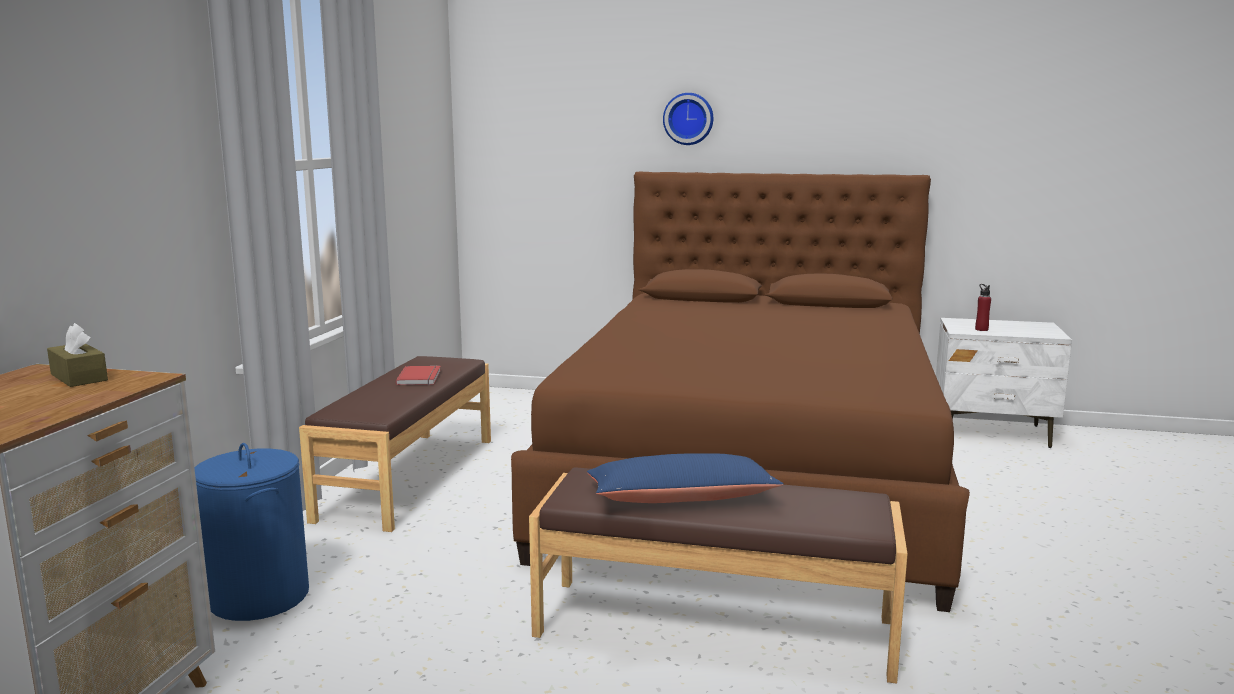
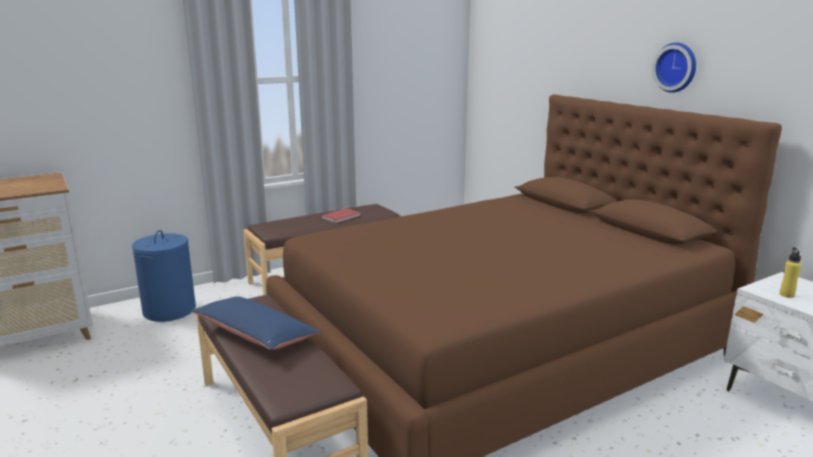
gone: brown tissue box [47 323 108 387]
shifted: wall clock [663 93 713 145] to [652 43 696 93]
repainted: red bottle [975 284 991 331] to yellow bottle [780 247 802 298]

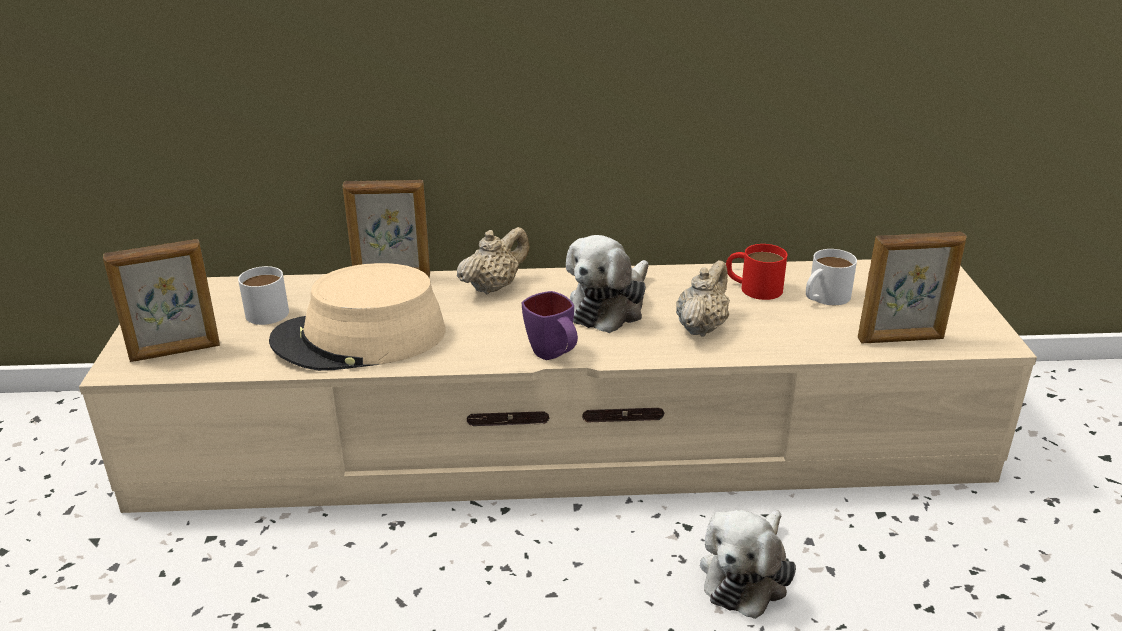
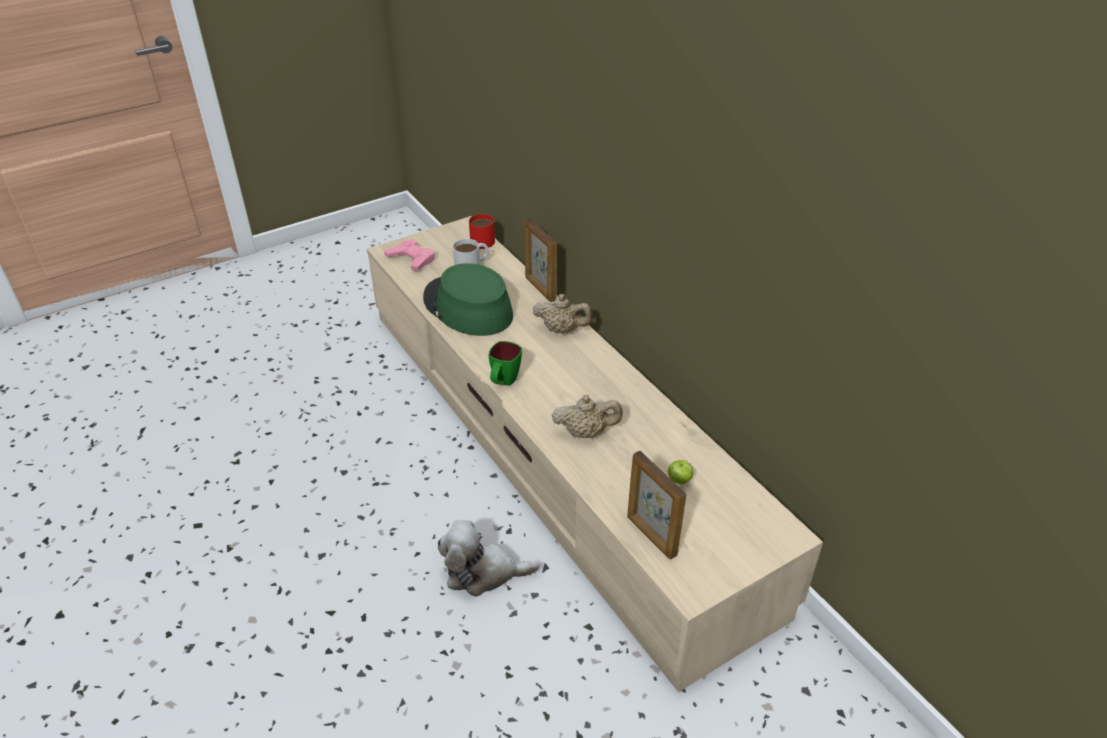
gone: plush toy [566 235 649 333]
shifted: red mug [726 244 787 300] to [469 214 495 249]
swapped: picture frame [103 239 220 362] to pink game controller [384 239 434 271]; white mug [806 249 857 305] to apple [668 460 693 484]
repainted: beige hat [269 263 445 371] to green hat [423 263 513 336]; purple mug [522 291 578 360] to green mug [489 341 522 386]

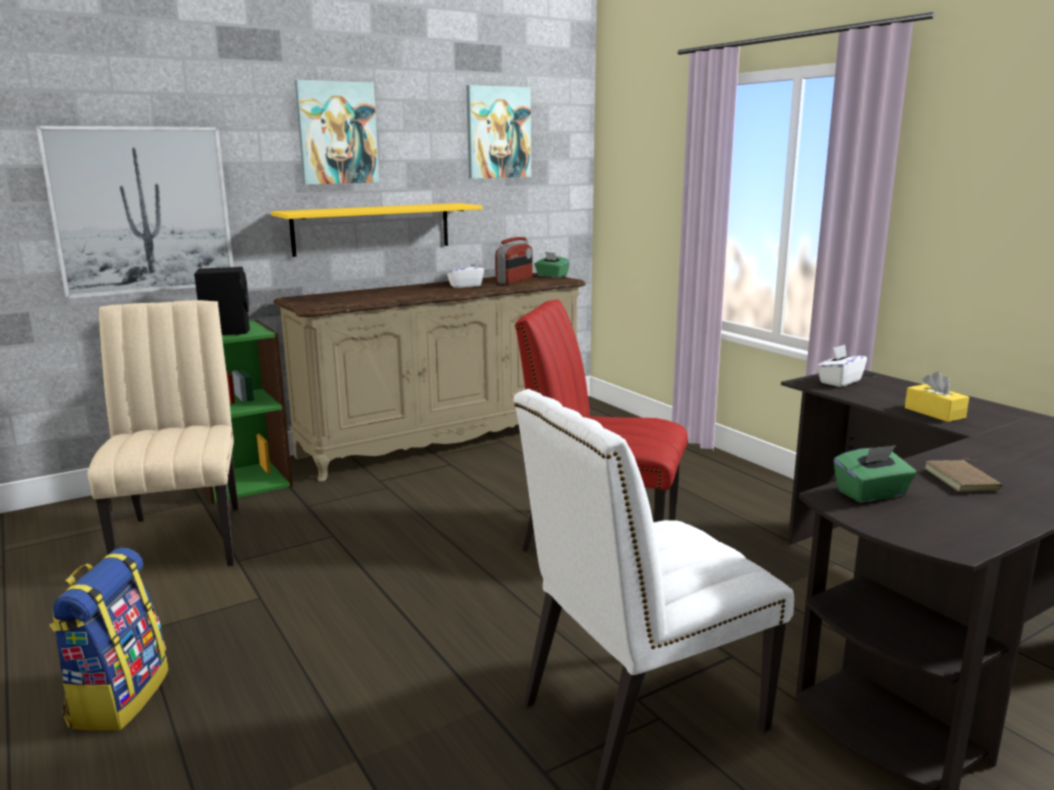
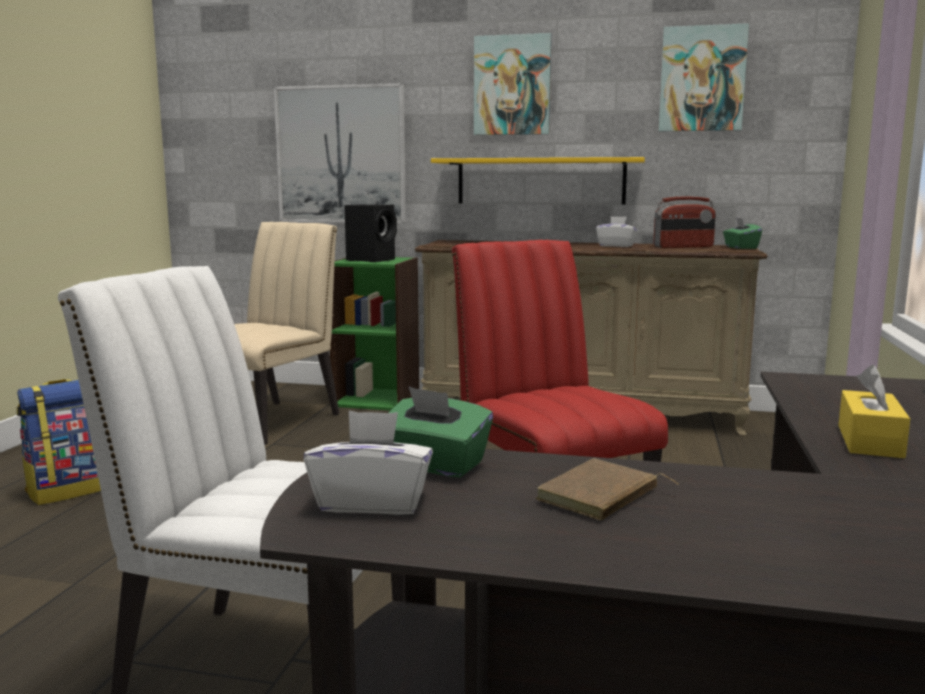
shifted: white tissue box [817 345 867 387] to [304 411 433 515]

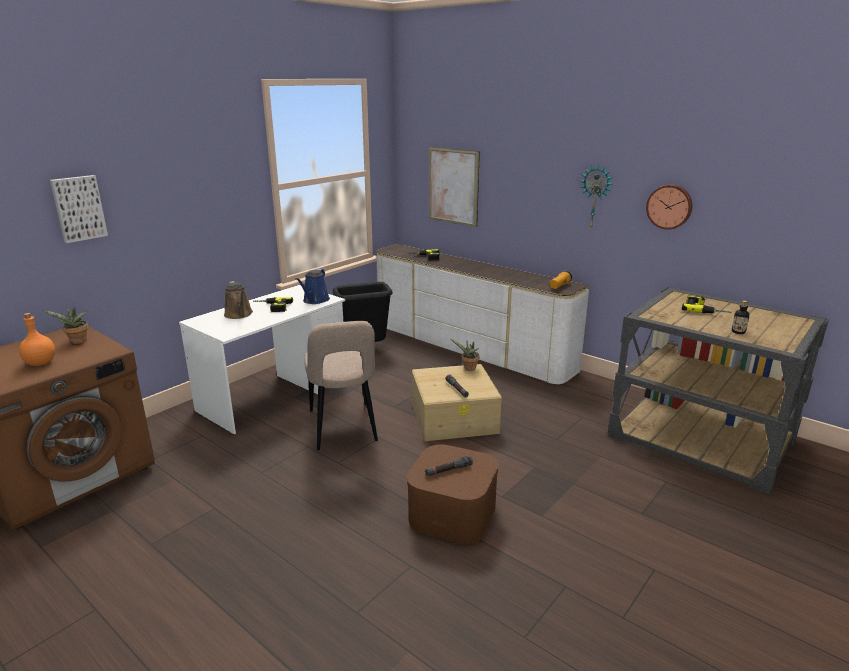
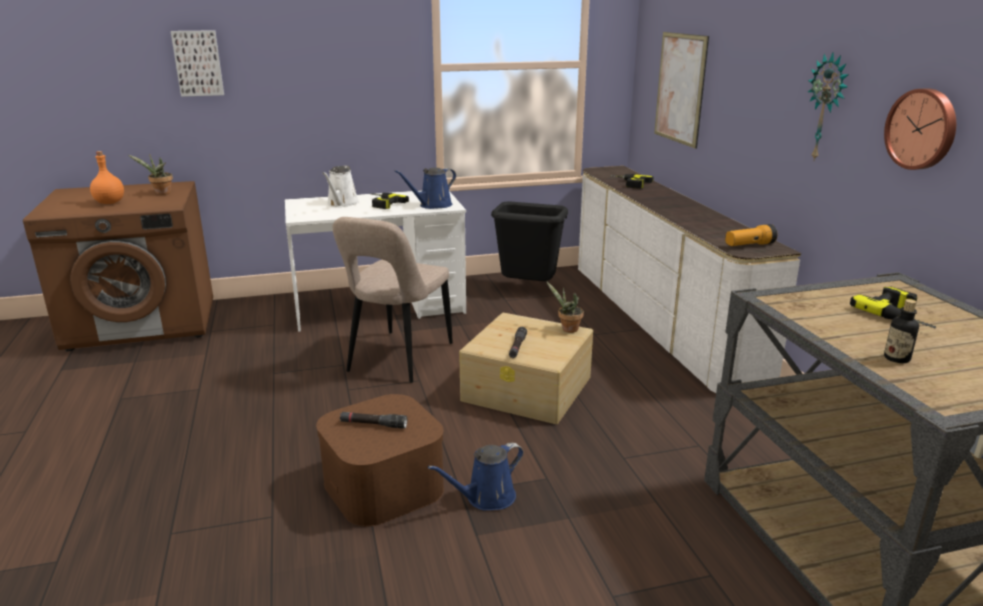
new: blue watering can [428 443 523 510]
repainted: brown watering can [224 281 253 319] to white watering can [322 166 359 207]

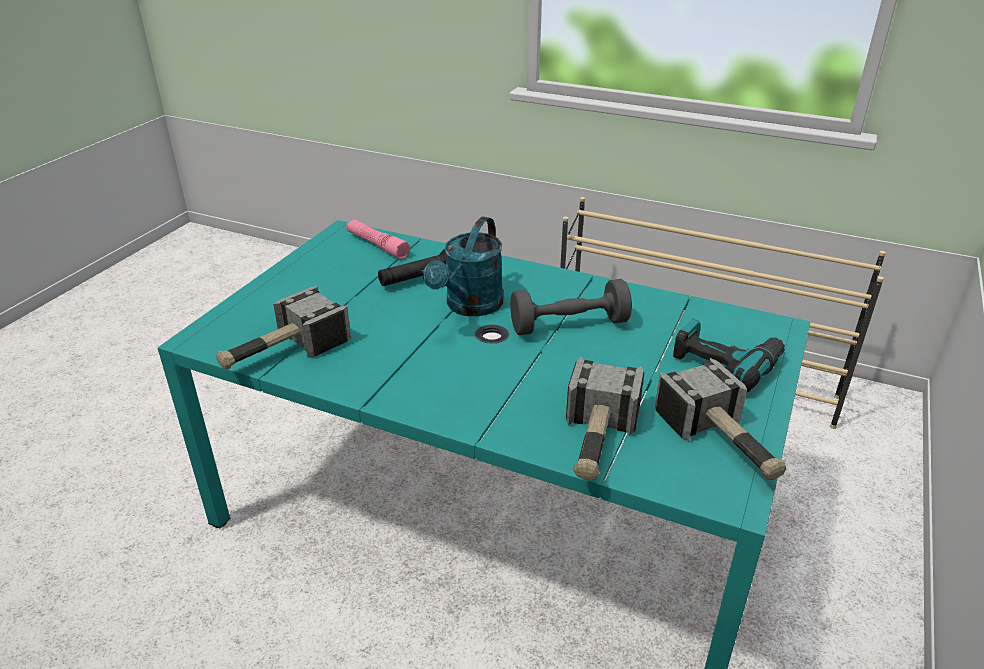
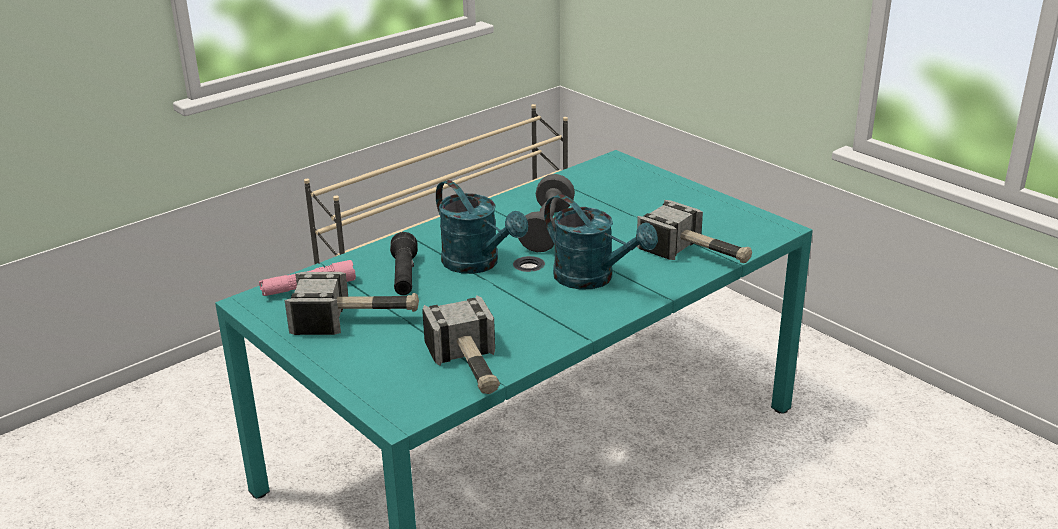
gone: power drill [673 318 785 392]
new: turquoise watering can [544 194 658 290]
shifted: hammer [655 358 786 480] to [285 272 419 335]

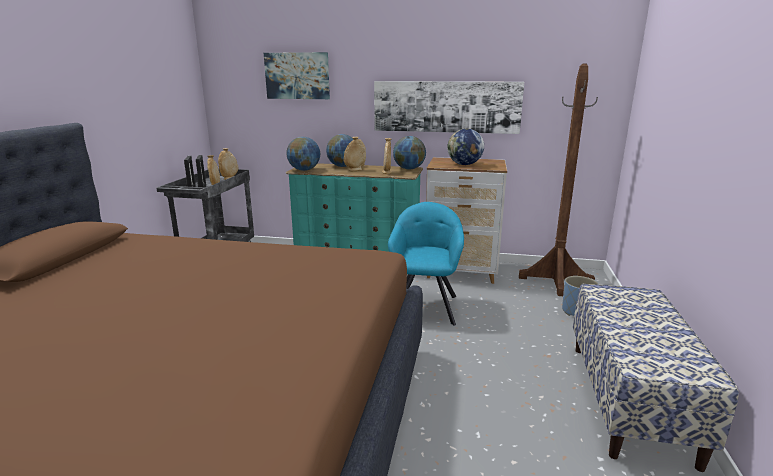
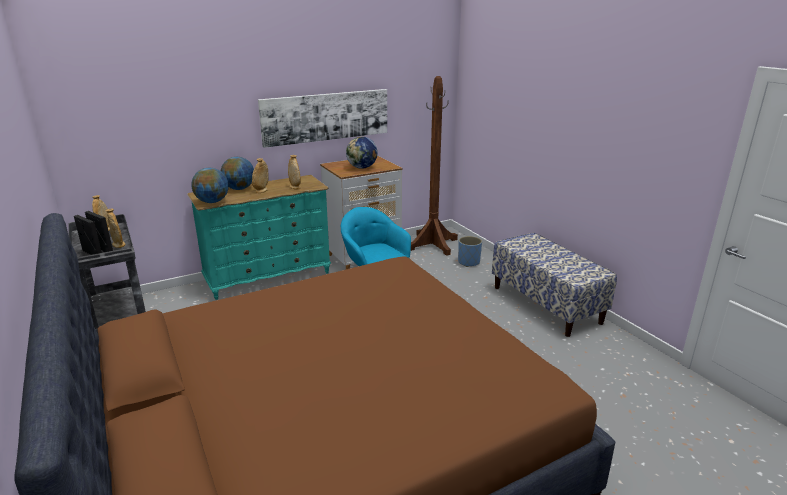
gone: picture [264 52 330 99]; globe [393 136 426 170]

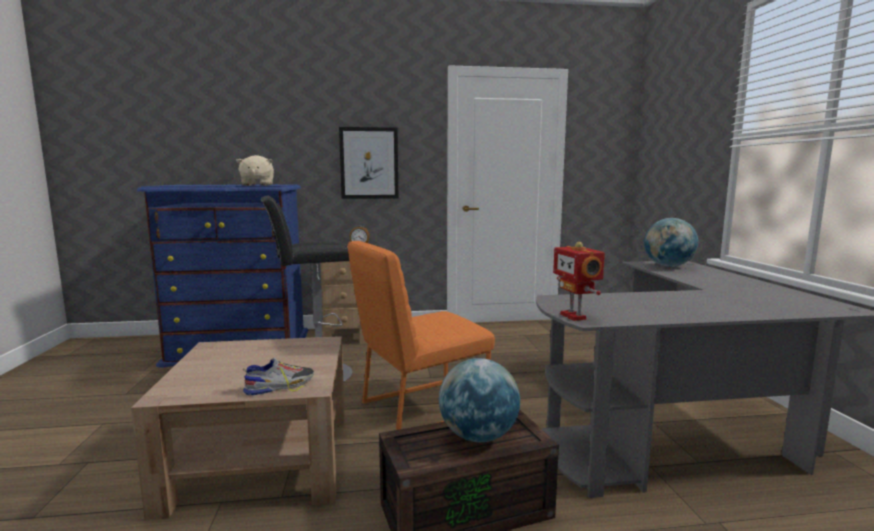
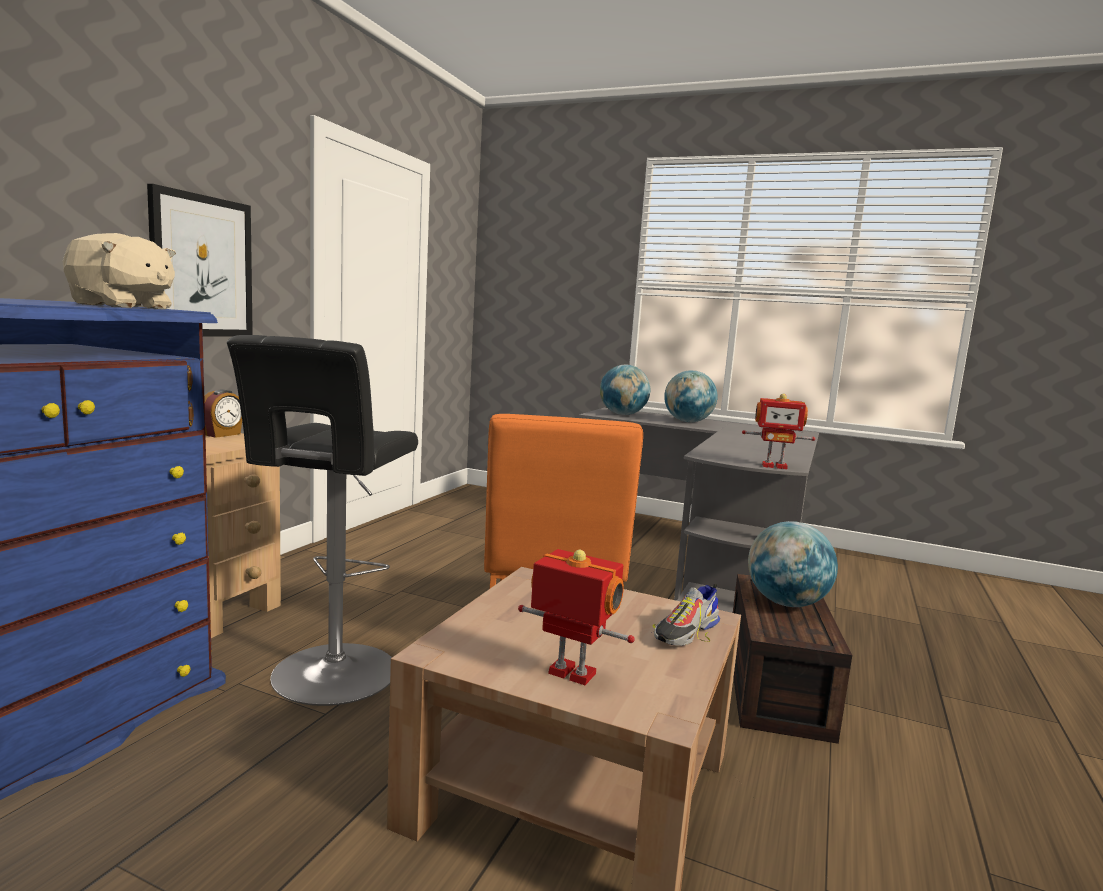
new: toy robot [518 549 635 685]; globe [664 370 717 423]
rotated: shoe [243 357 314 395] = [650 584 720 646] 135 degrees counterclockwise

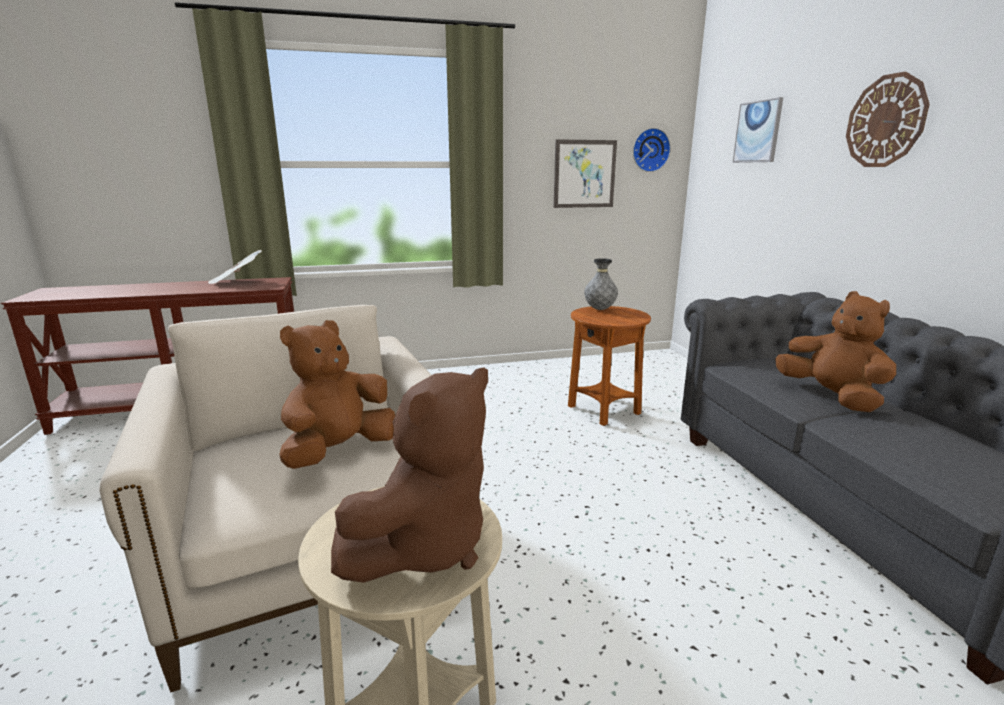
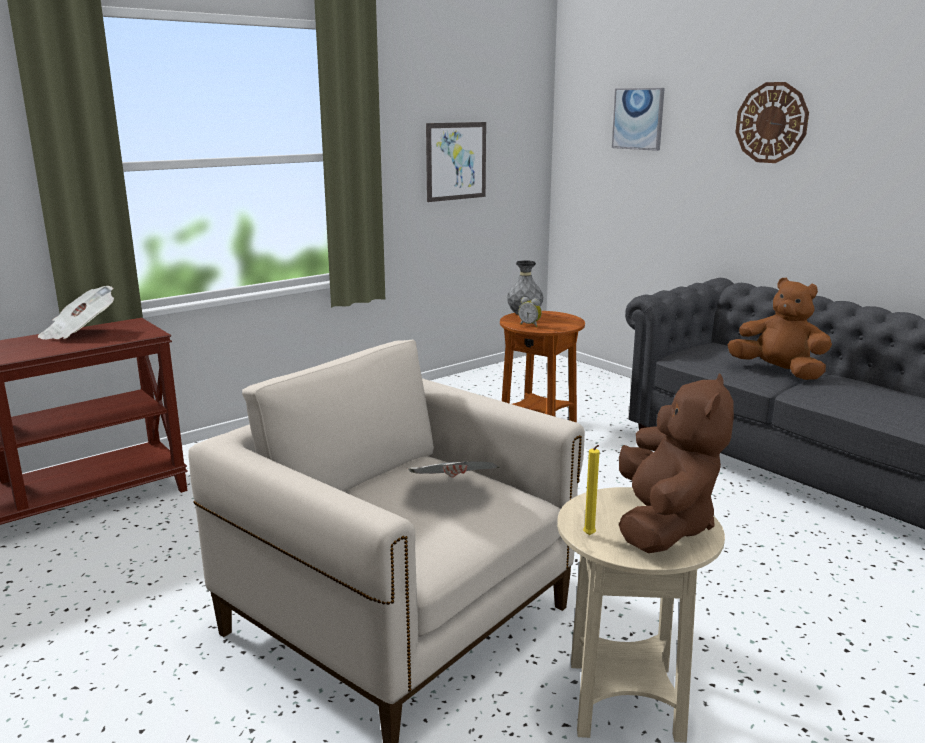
gone: wall clock [633 128 671 172]
new: alarm clock [518 297 542 327]; yellow candle [583 445 600 535]
swapped: brown plush toy [279 320 395 469] to newspaper [407 461 500 478]

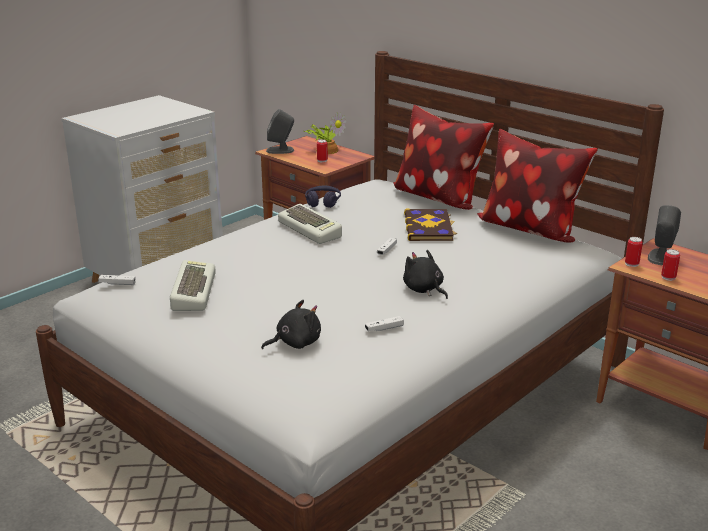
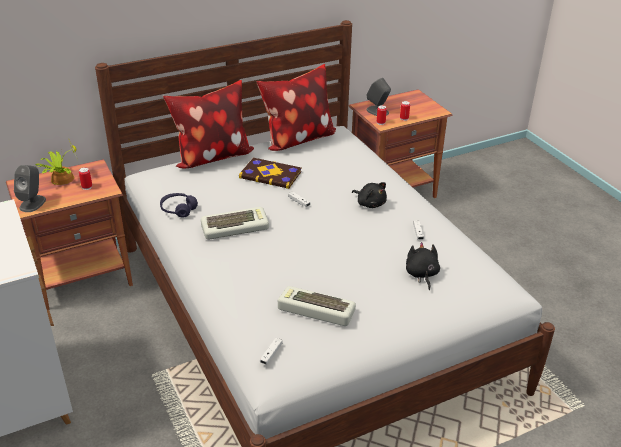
rotated: black plush toy [403 250 448 299] = [352 182 387 208] 120 degrees counterclockwise

